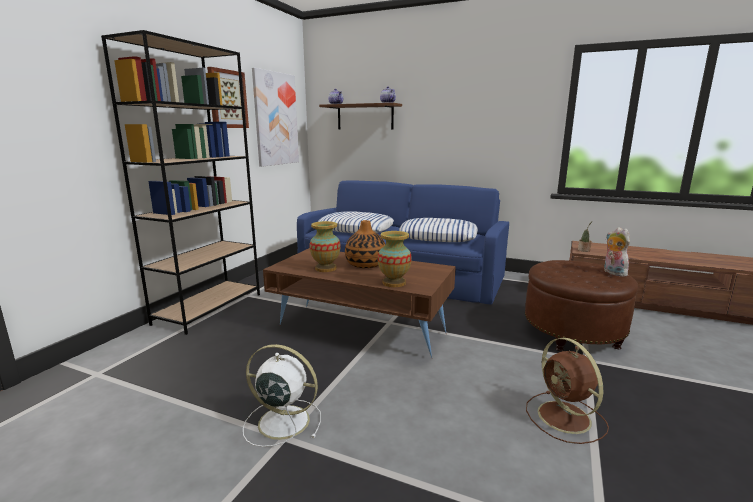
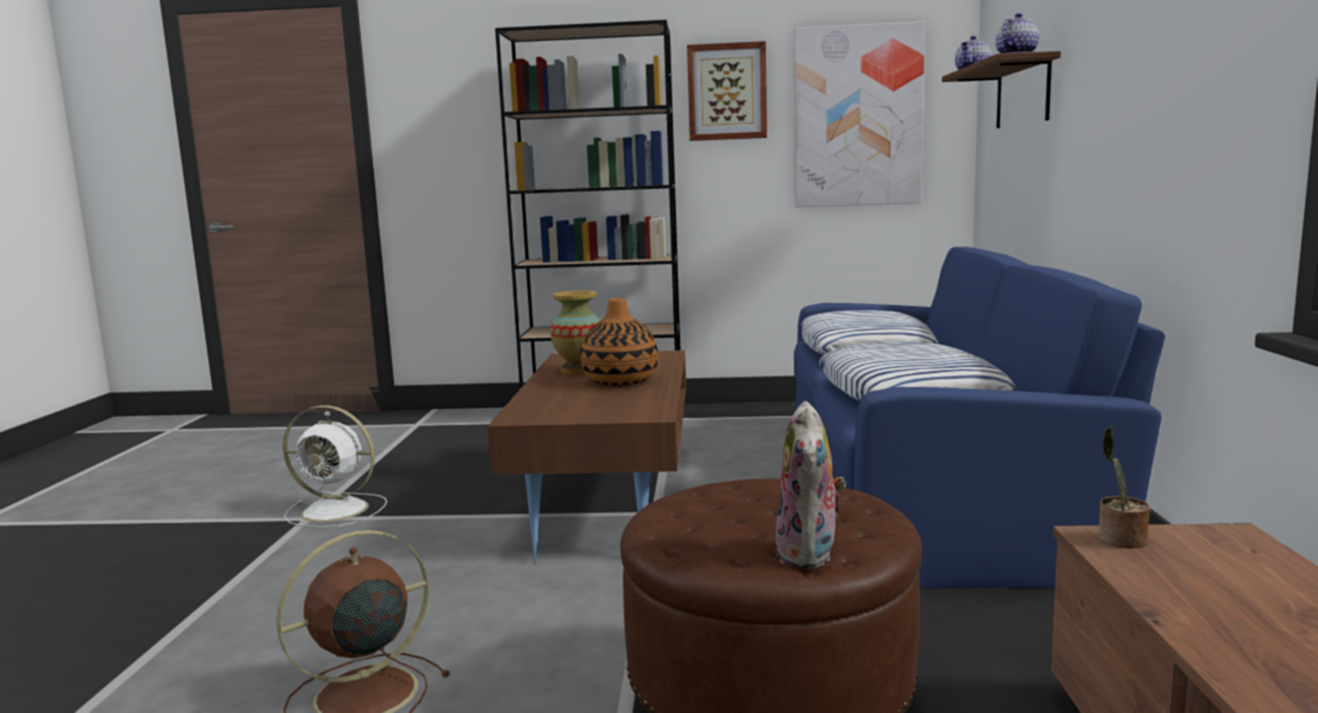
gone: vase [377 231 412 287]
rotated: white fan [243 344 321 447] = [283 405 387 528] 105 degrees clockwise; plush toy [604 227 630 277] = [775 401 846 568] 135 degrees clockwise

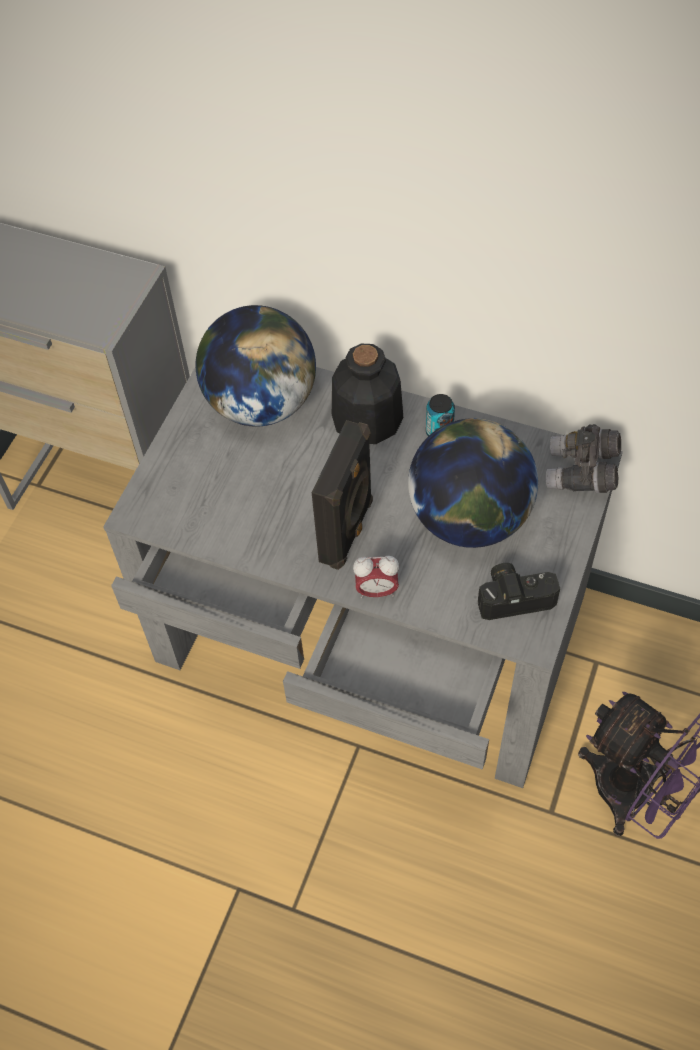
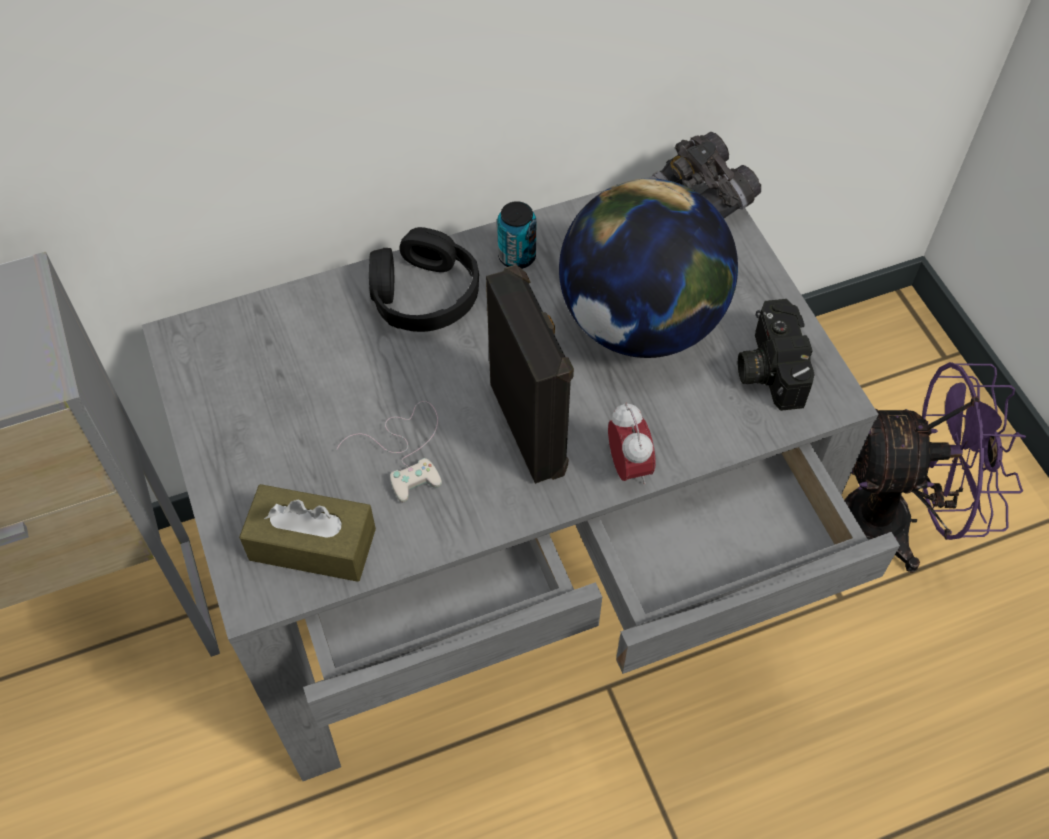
gone: globe [196 305 316 427]
new: brown tissue box [239 484 376 582]; white game controller [336 401 442 502]
swapped: bottle [332 344 403 444] to black headphones [369 227 479 332]
rotated: alarm clock [353 556 399 598] = [608 403 656 485] 60 degrees counterclockwise; photo camera [478 563 560 620] = [738 299 815 411] 45 degrees counterclockwise

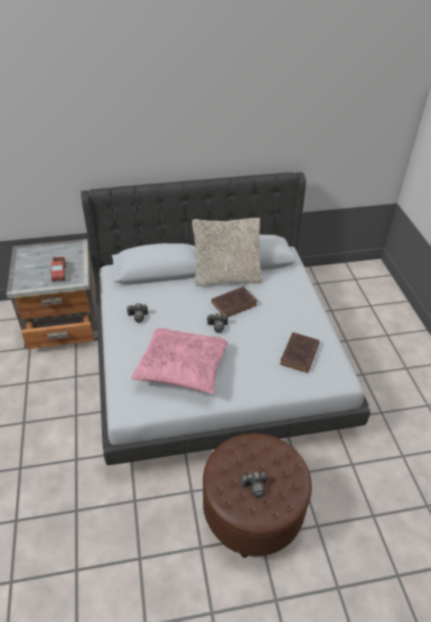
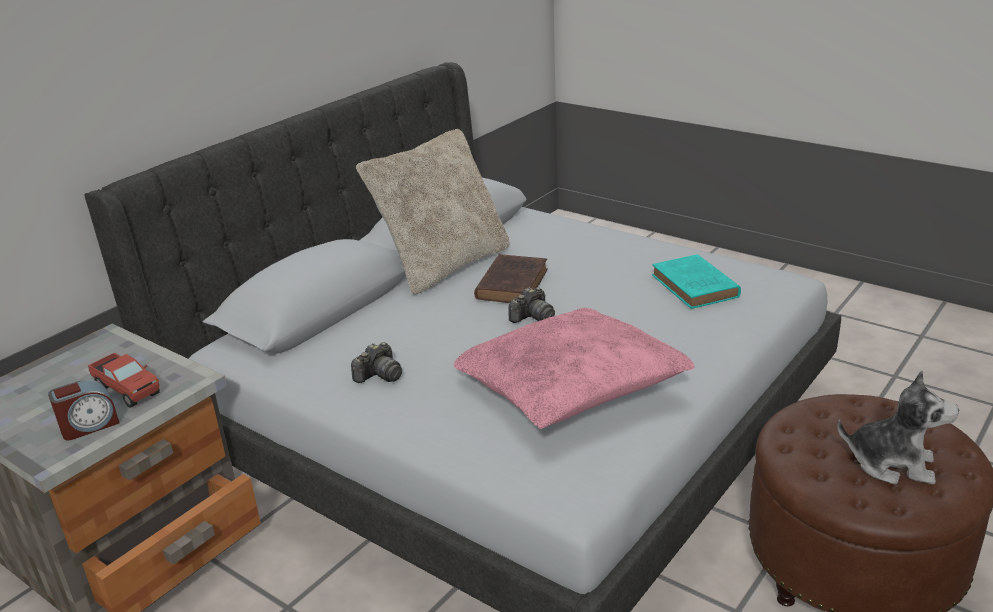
new: alarm clock [48 380 119 440]
swapped: photo camera [241 472 267 498] to plush toy [837 371 959 485]
repainted: brown book [280 332 320 373] to turquoise book [652 254 741 309]

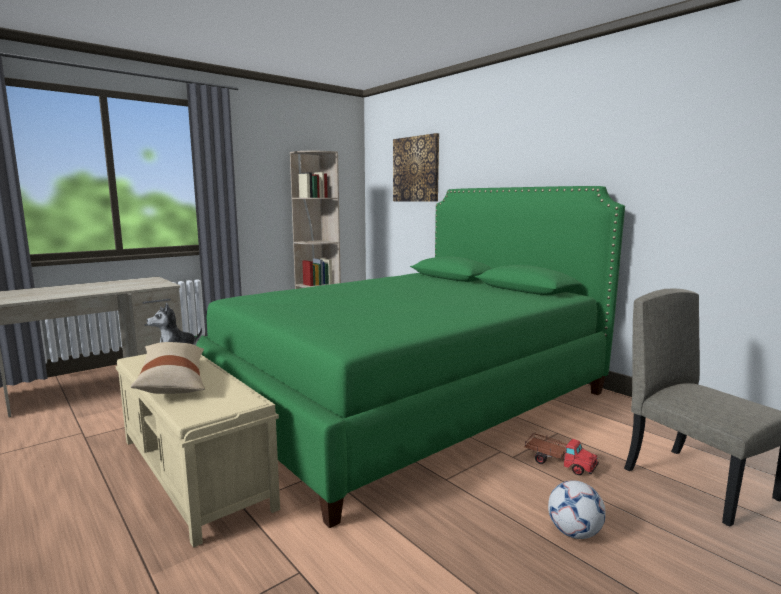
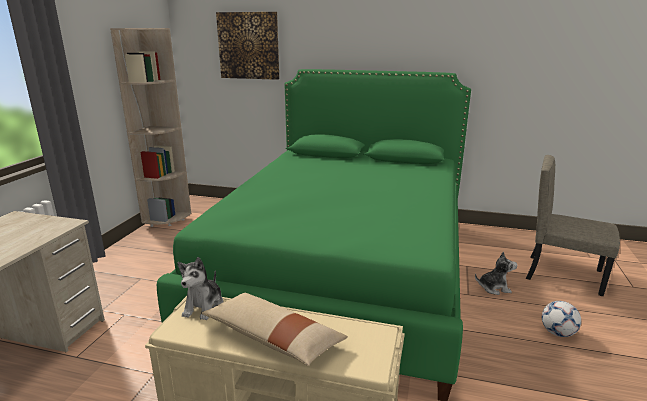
swapped: toy truck [524 433 599 475] to plush toy [475 251 517 295]

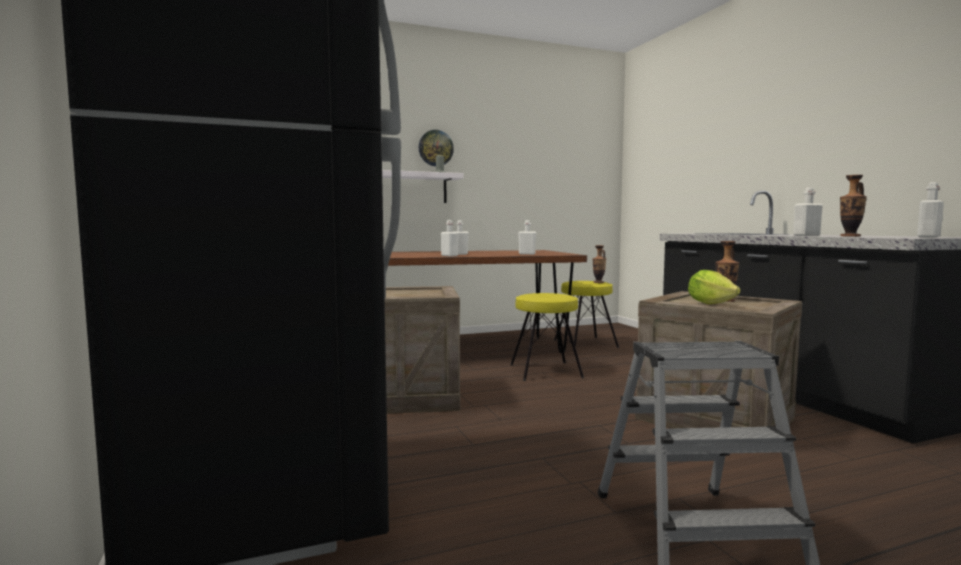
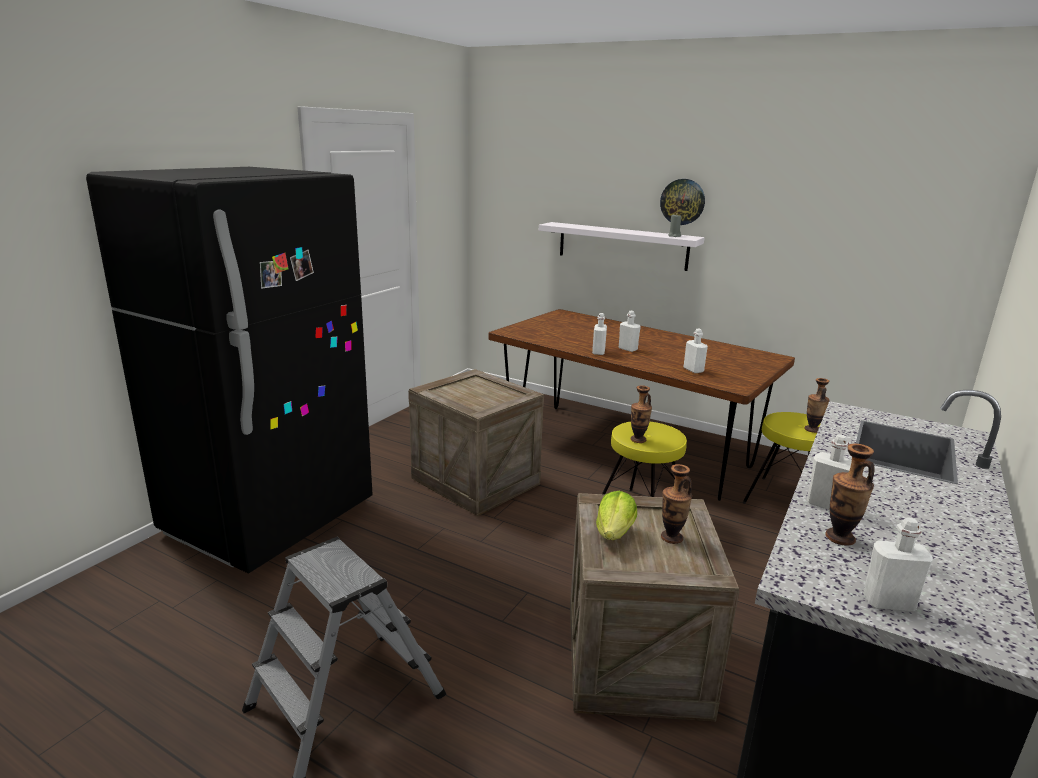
new: vase [631 385 652 443]

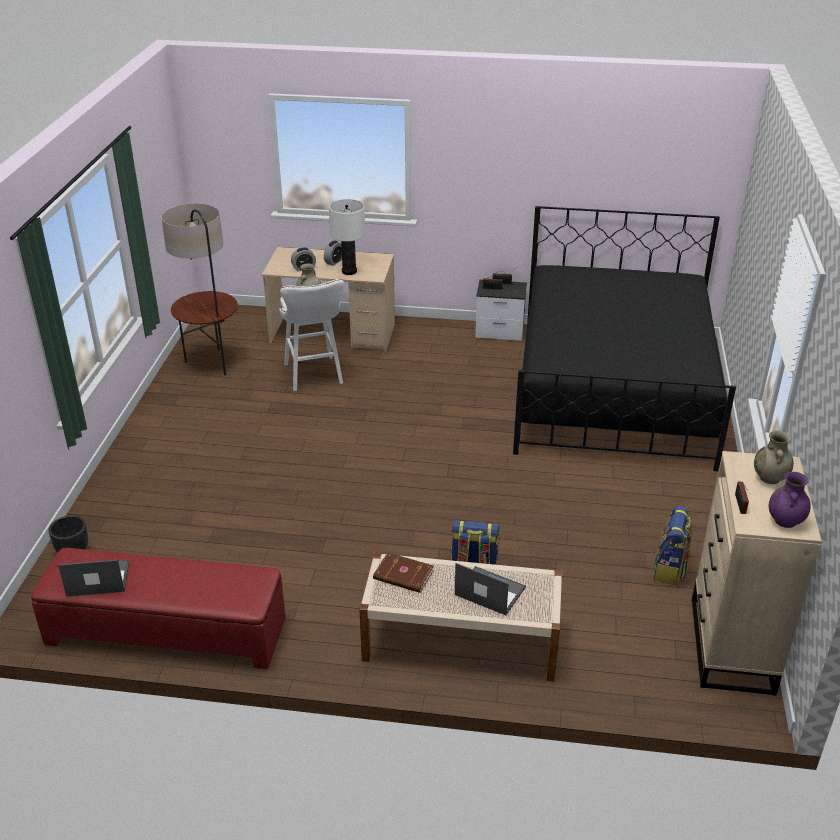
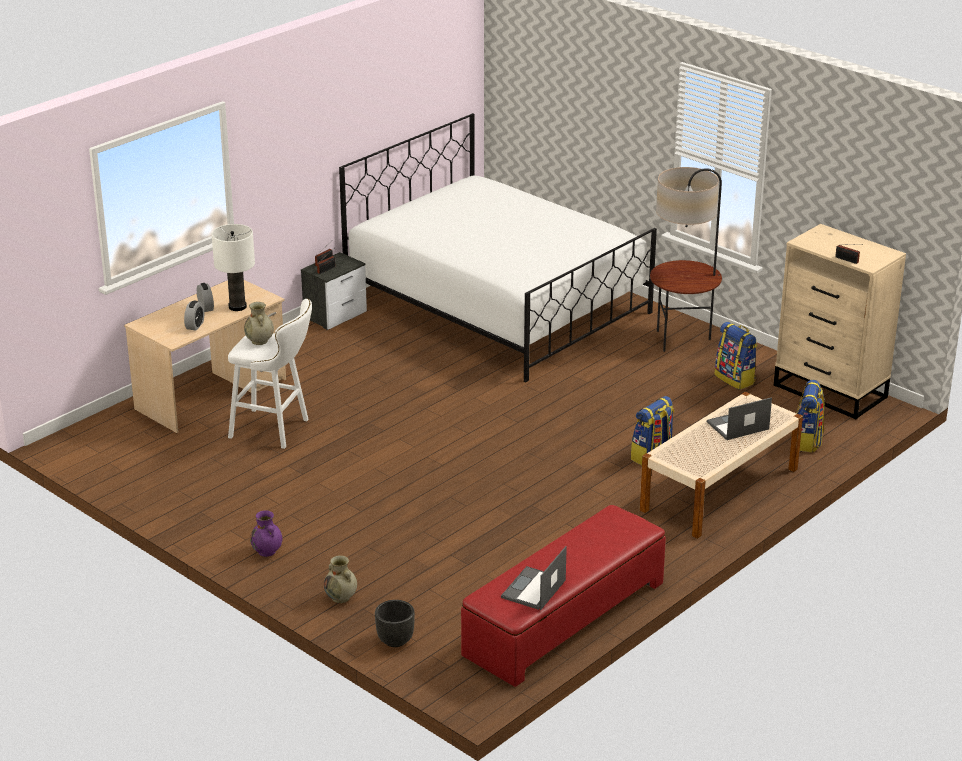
gone: brown book [373 553 434 593]
new: backpack [791 380 825 452]
shifted: floor lamp [162 203 238 375] to [650 167 722 352]; beige vase [754 430 794 484] to [324 555 357 603]; purple vase [769 472 811 528] to [250 510 282 557]
repainted: black bed [513 206 736 471] to white bed [339 113 657 383]

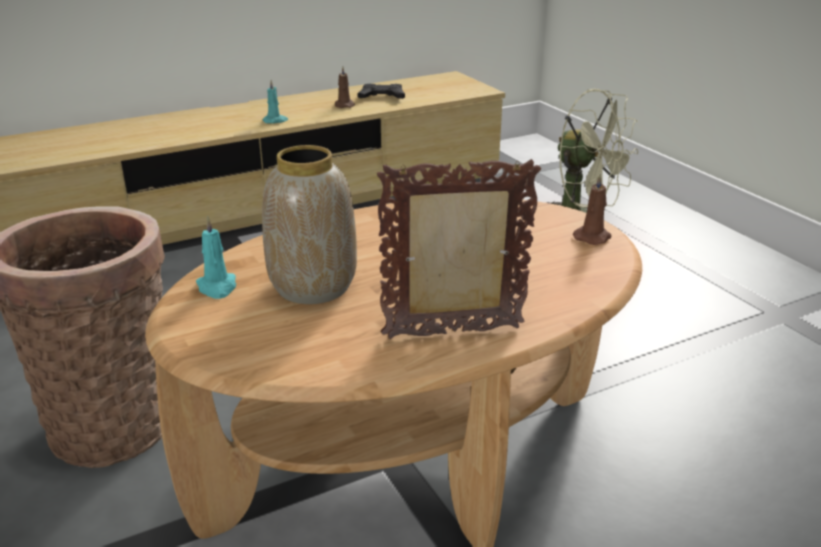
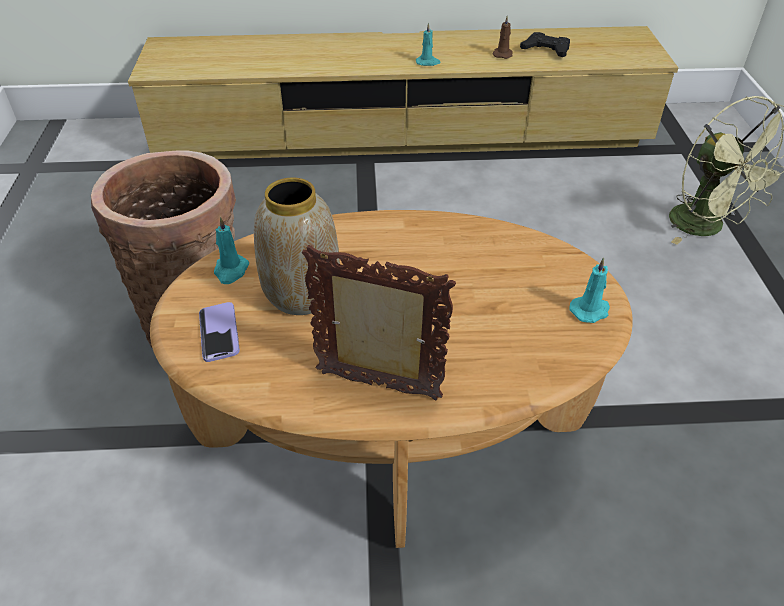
new: phone [199 302 240 362]
repainted: brown candle [573 173 612 245] to turquoise candle [569 257 610 323]

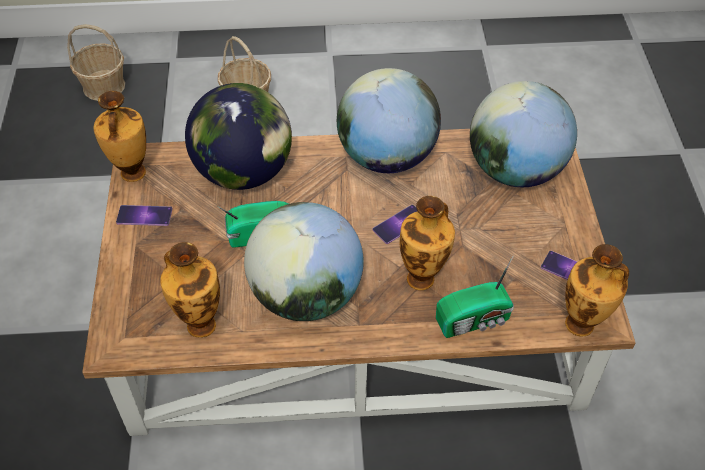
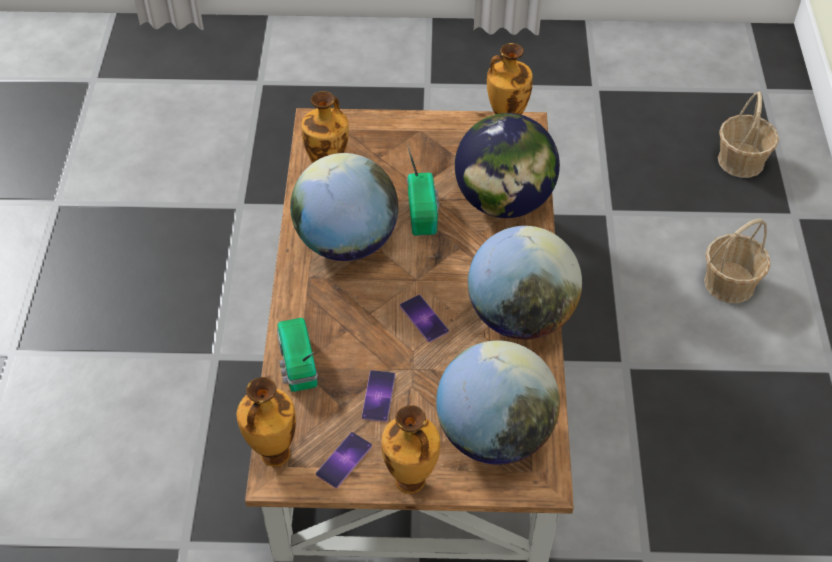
shifted: phone [116 205 172 226] to [362 370 395 422]; vase [400 196 455 290] to [381 405 440 494]

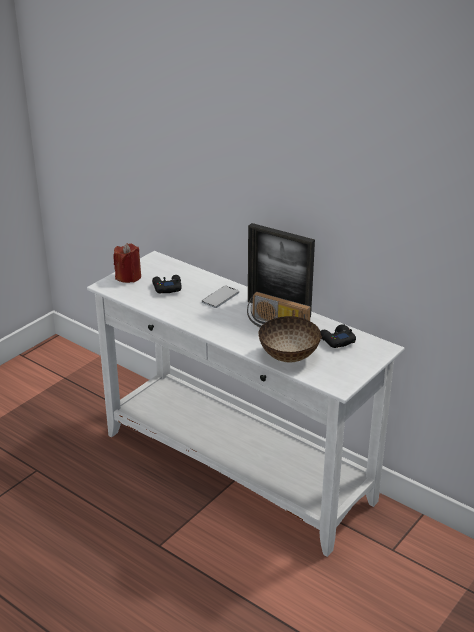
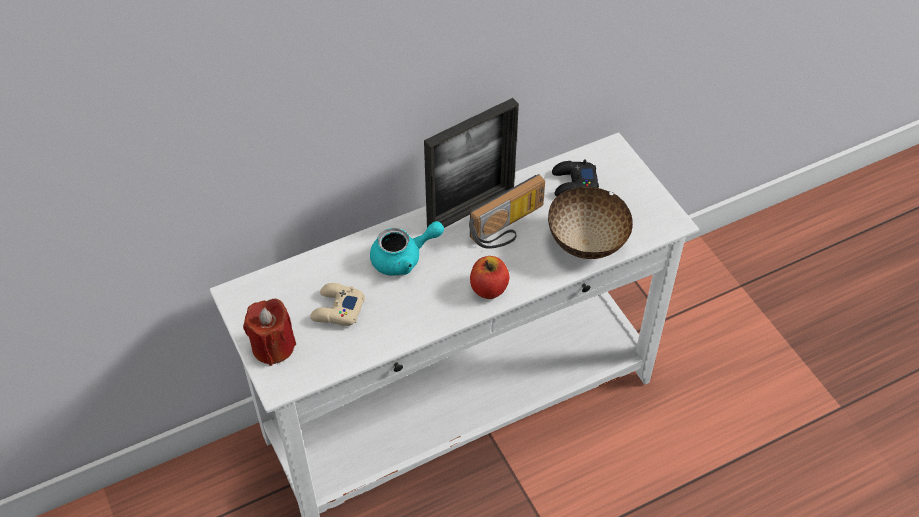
new: apple [470 256 510 299]
swapped: phone [202 286 239 308] to turquoise teapot [370 221 444 276]
repainted: black game controller [152 275 182 293] to beige game controller [310 283 365 326]

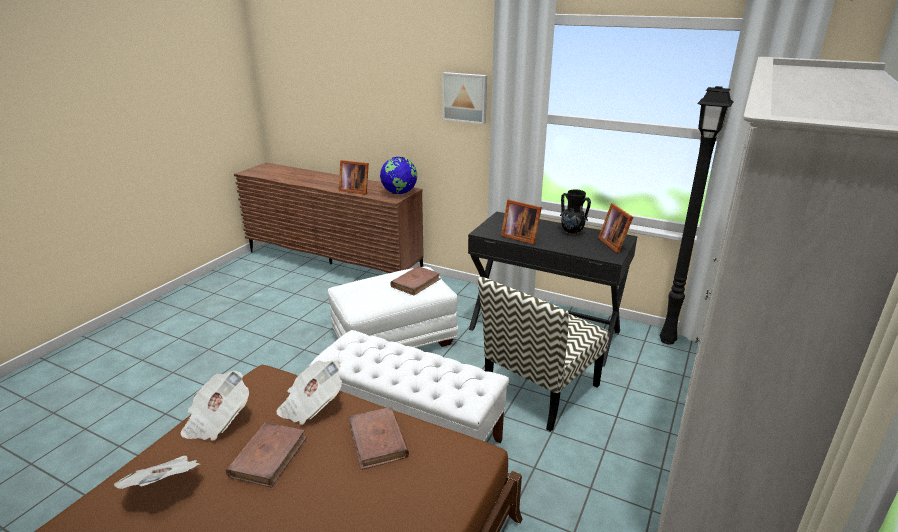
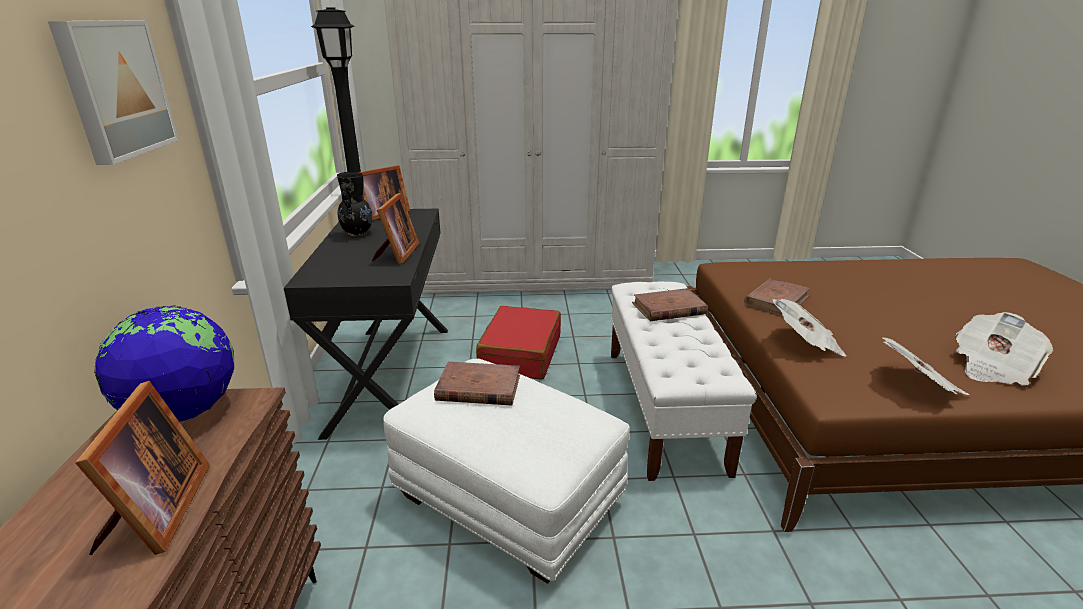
shifted: brown book [226 422 307 488] to [632 288 708 321]
swapped: chair [478 277 609 432] to red suitcase [476 306 561 380]

